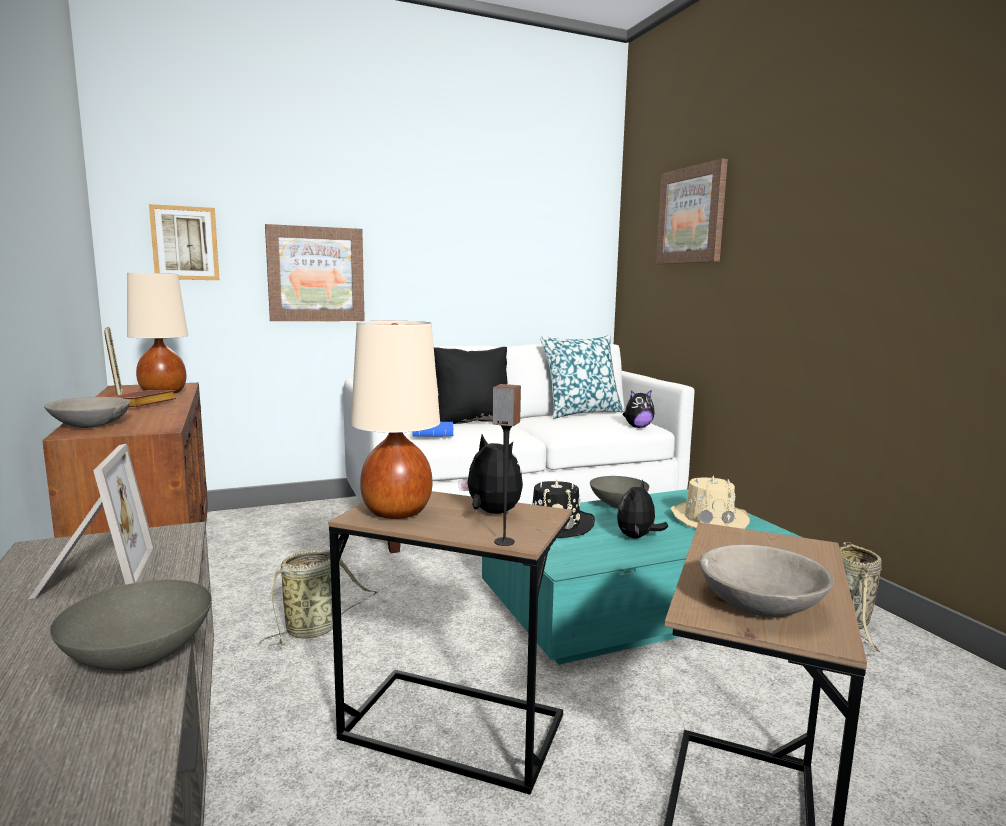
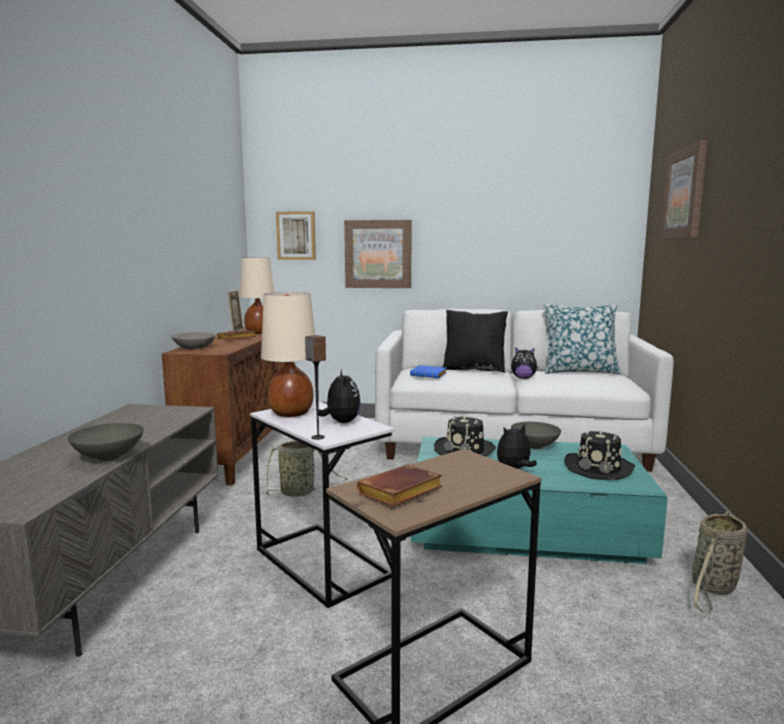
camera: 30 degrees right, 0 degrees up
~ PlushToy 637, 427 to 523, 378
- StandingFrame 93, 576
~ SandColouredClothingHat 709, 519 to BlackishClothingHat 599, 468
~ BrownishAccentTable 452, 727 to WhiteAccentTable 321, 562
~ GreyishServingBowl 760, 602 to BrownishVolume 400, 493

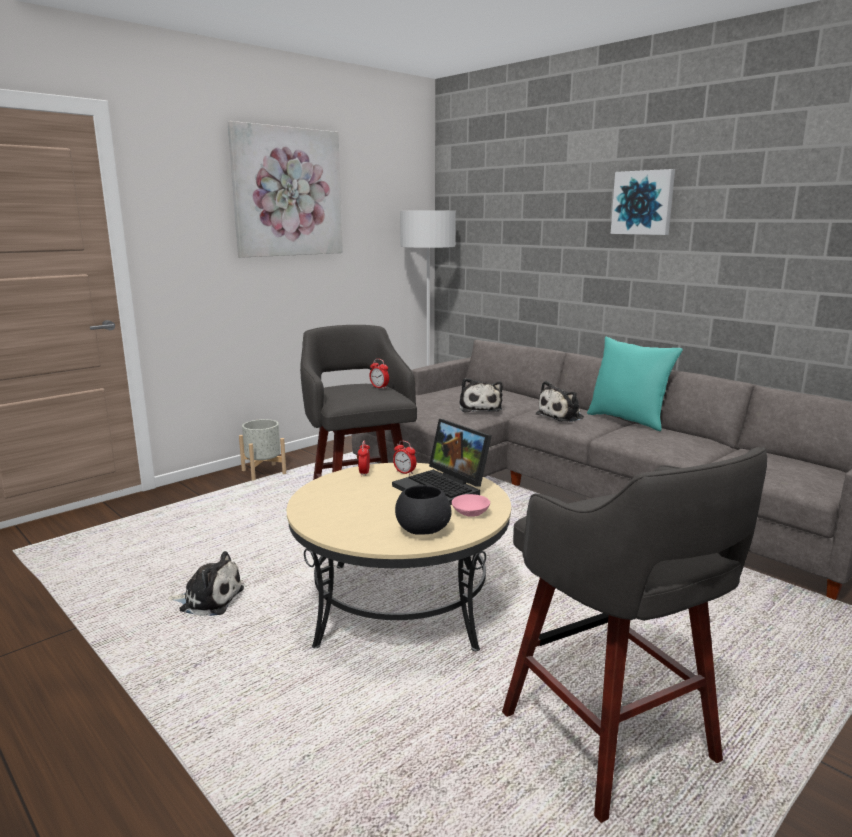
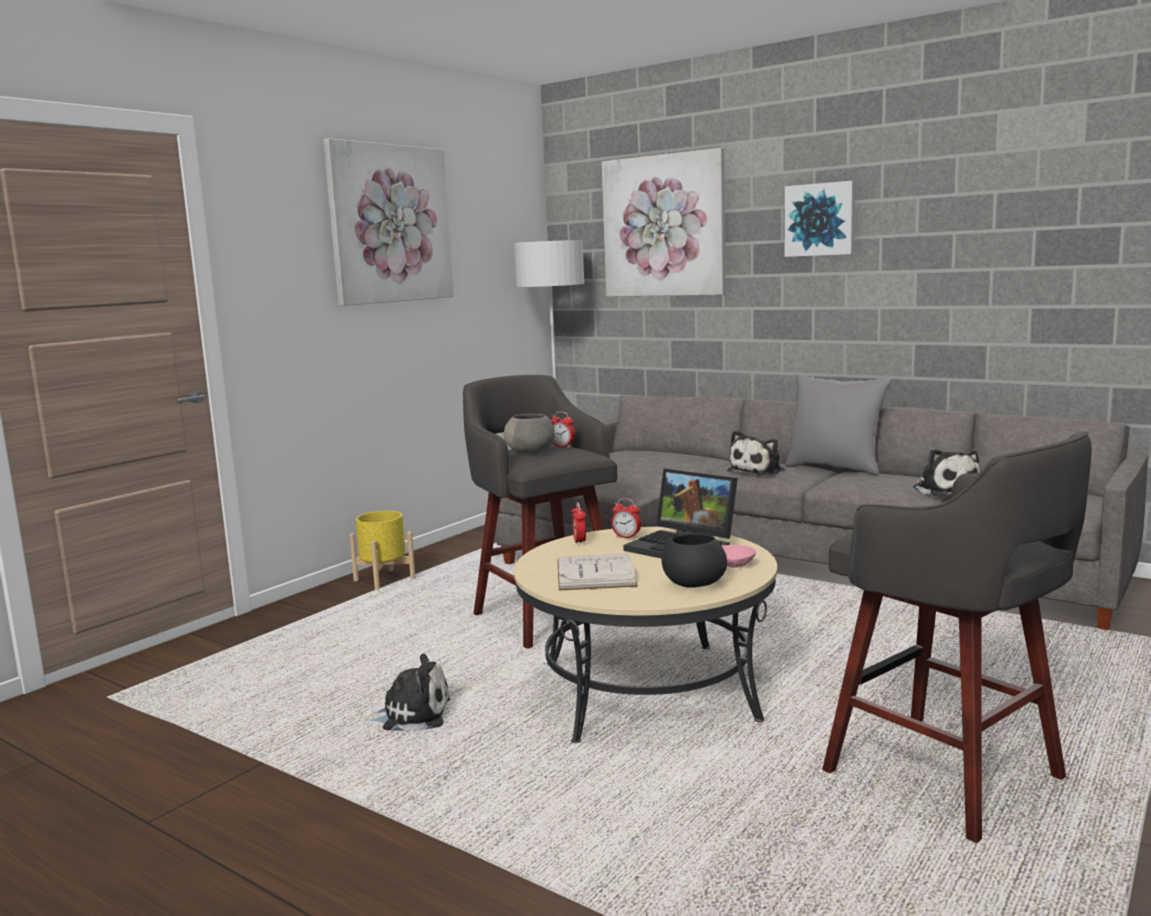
camera: 10 degrees left, 5 degrees down
~ BlueGreenCushion 628, 420 to GreyishCushion 835, 468
~ PlushToy 480, 408 to 944, 490
~ GreyishFlowerPot 263, 472 to YellowFlowerPot 384, 580
+ Picture 664, 226
+ GreyishServingBowl 531, 452
+ WhiteVolume 595, 573

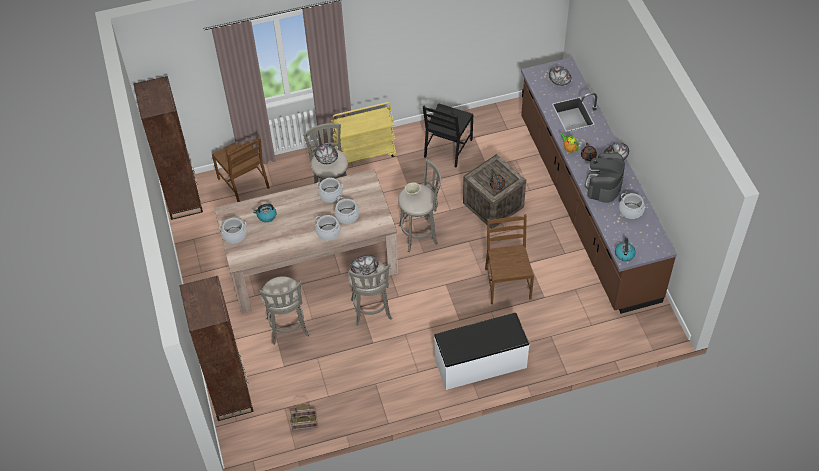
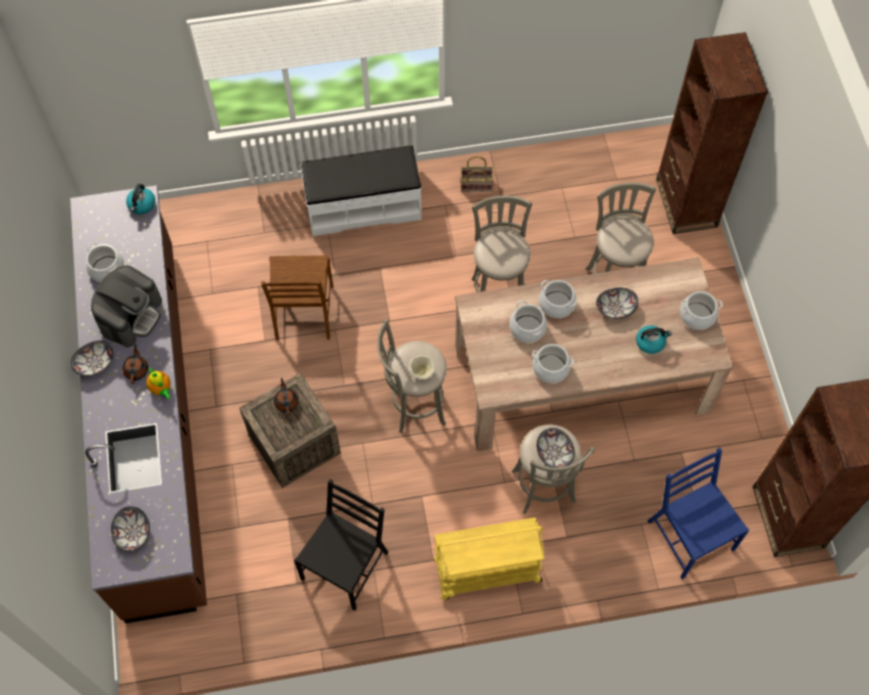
camera: 175 degrees left, 10 degrees up
~ BrownishChair 244, 183 to BluishChair 689, 535
~ ServingBowl 364, 270 to 615, 308
~ HouseholdBasket 304, 423 to 477, 184

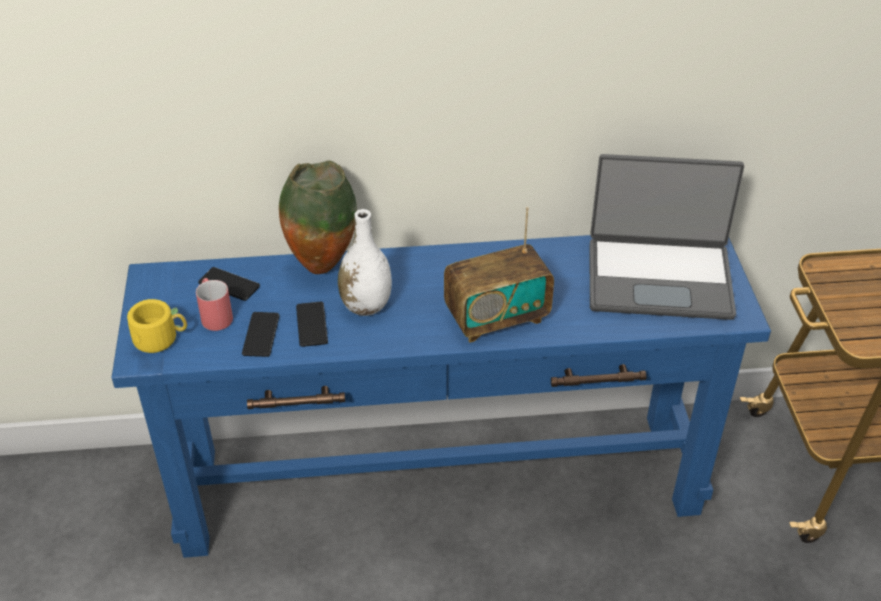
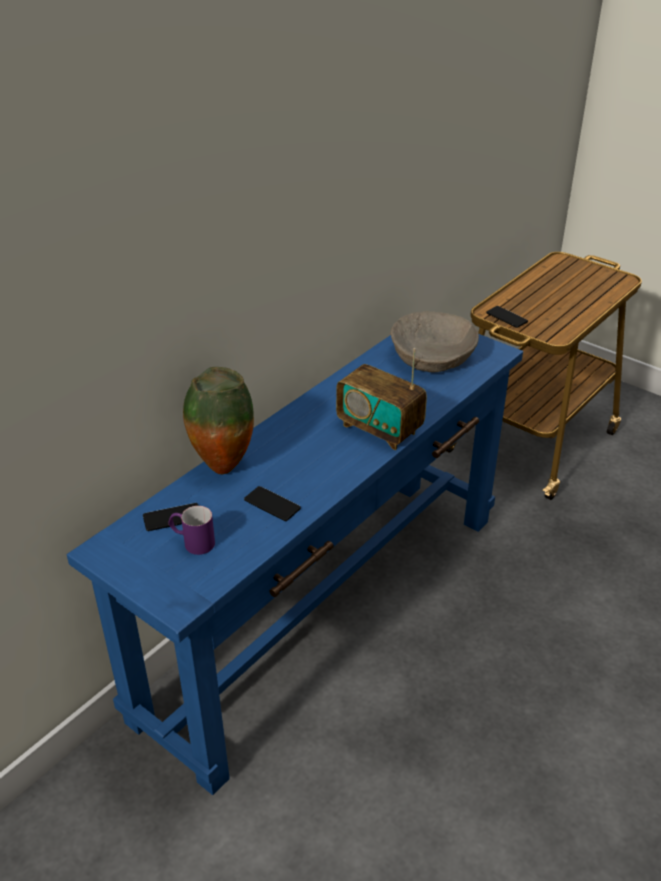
camera: 45 degrees left, 5 degrees down
~ NotebookComputer 659, 278 to SandColouredServingBowl 432, 356
~ RadioSet 496, 318 = 379, 429 105 degrees clockwise
- WhiteDecorativeVase 366, 306
~ RedColouredCoffeeMug 215, 314 to PurpleCoffeeMug 192, 542
- YellowCoffeeMug 161, 337
~ Phone 261, 335 to 506, 317

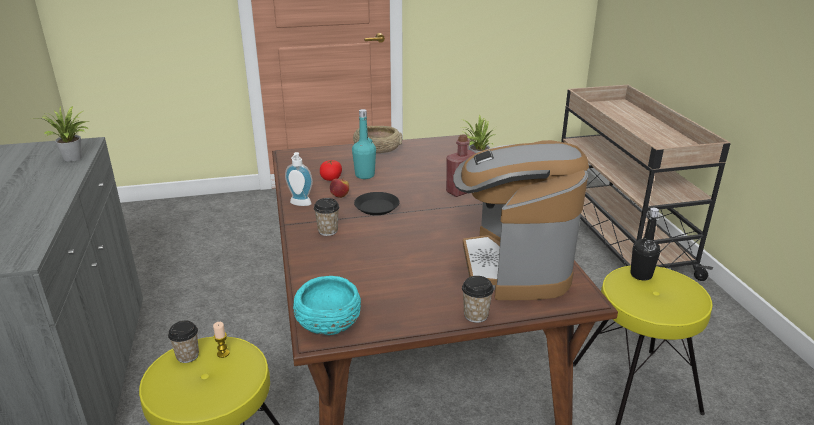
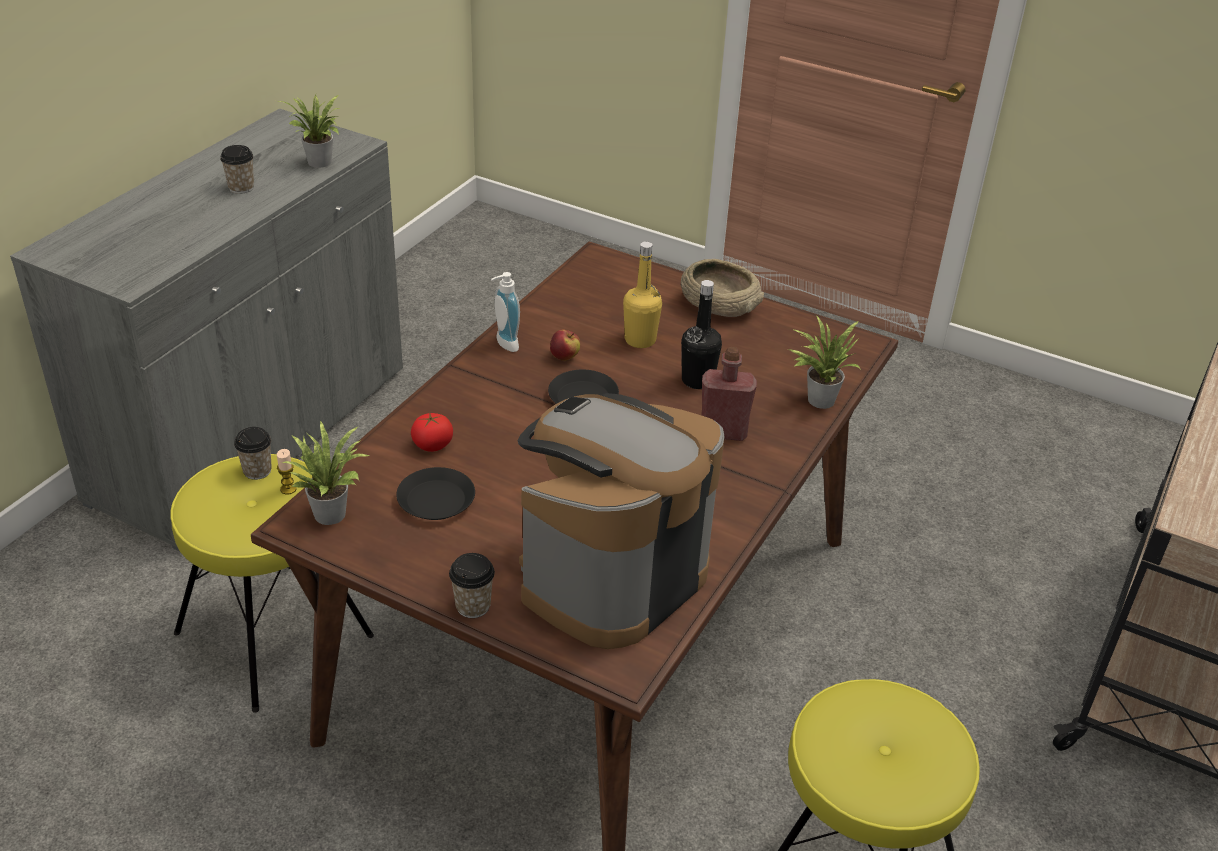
camera: 40 degrees right, 10 degrees up
~ BlueGreenDrinkBottle 365, 175 to YellowDrinkBottle 640, 340
~ Tomato 331, 178 to 432, 445
~ SmallCup 328, 231 to 241, 188
~ BlackishDrinkBottle 641, 275 to 697, 380
~ BlueGreenServingBowl 327, 319 to Houseplant 331, 511
+ BlackishPlate 436, 500

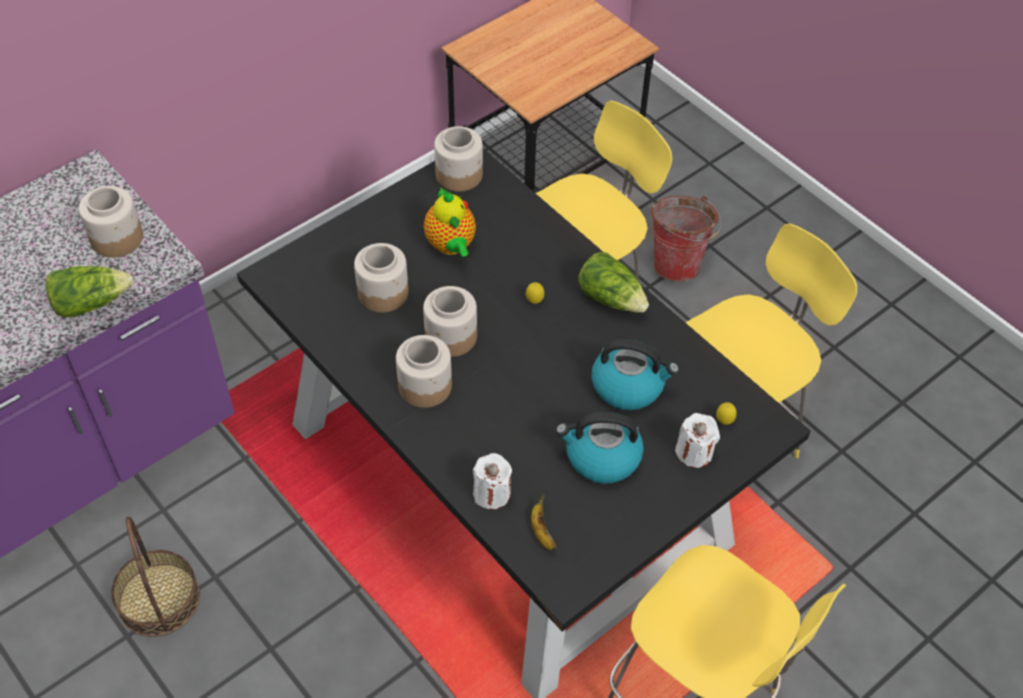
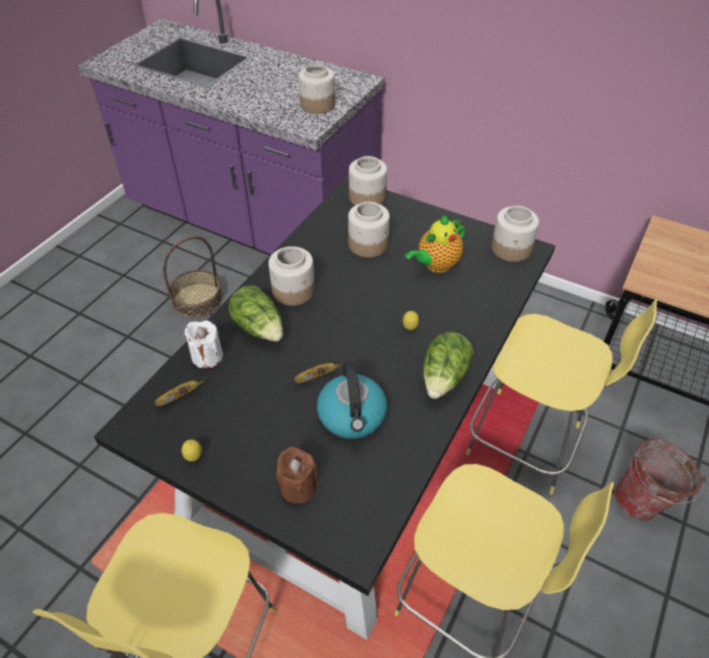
camera: 70 degrees right, 5 degrees down
~ LettuceHead 91, 303 to 260, 328
~ Jar 451, 337 to 367, 197
~ Lemon 724, 421 to 194, 458
- TeaKettle 601, 457
~ WhiteCandle 694, 452 to BrownishCandle 298, 487
+ BananaFruit 316, 377

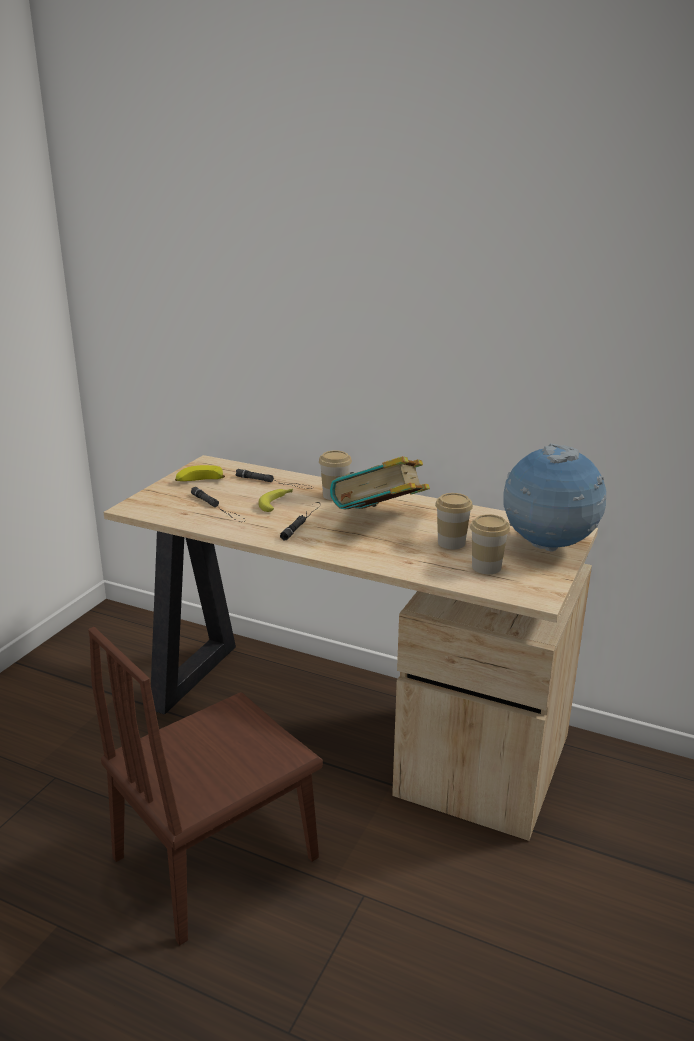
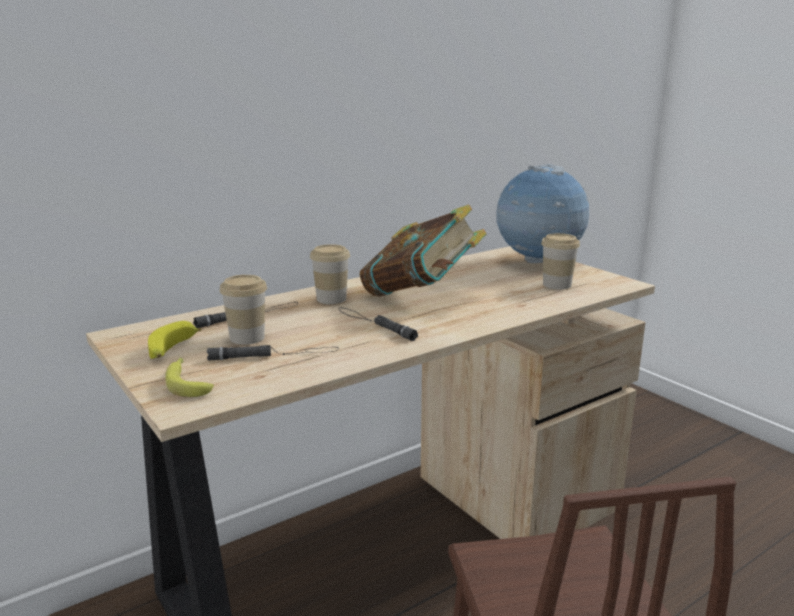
camera: 60 degrees left, 5 degrees down
~ BananaFruit 277, 503 to 187, 382
~ SmallCup 451, 543 to 247, 337

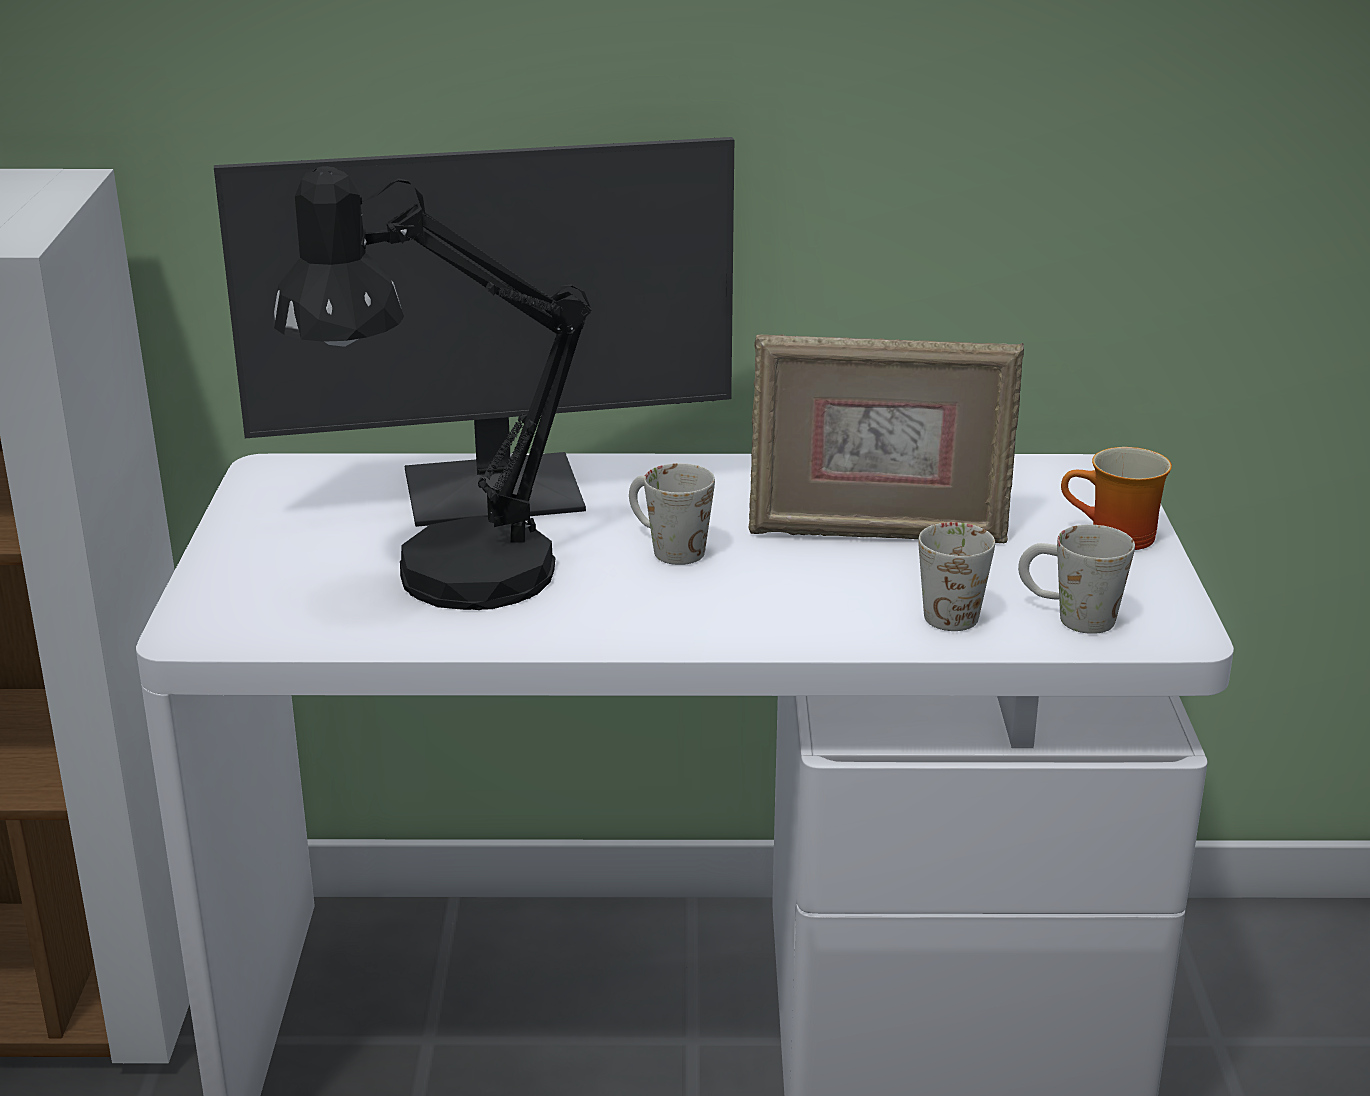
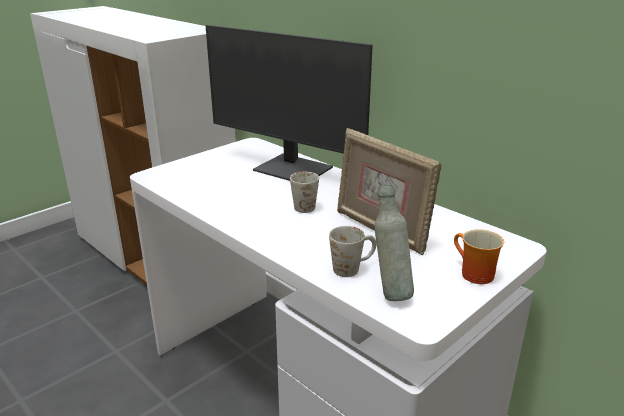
camera: 45 degrees right, 0 degrees up
- BlackishTabletopLamp 443, 580
~ WhiteCoffeeMug 1068, 617 to GreyishDrinkBottle 390, 292

